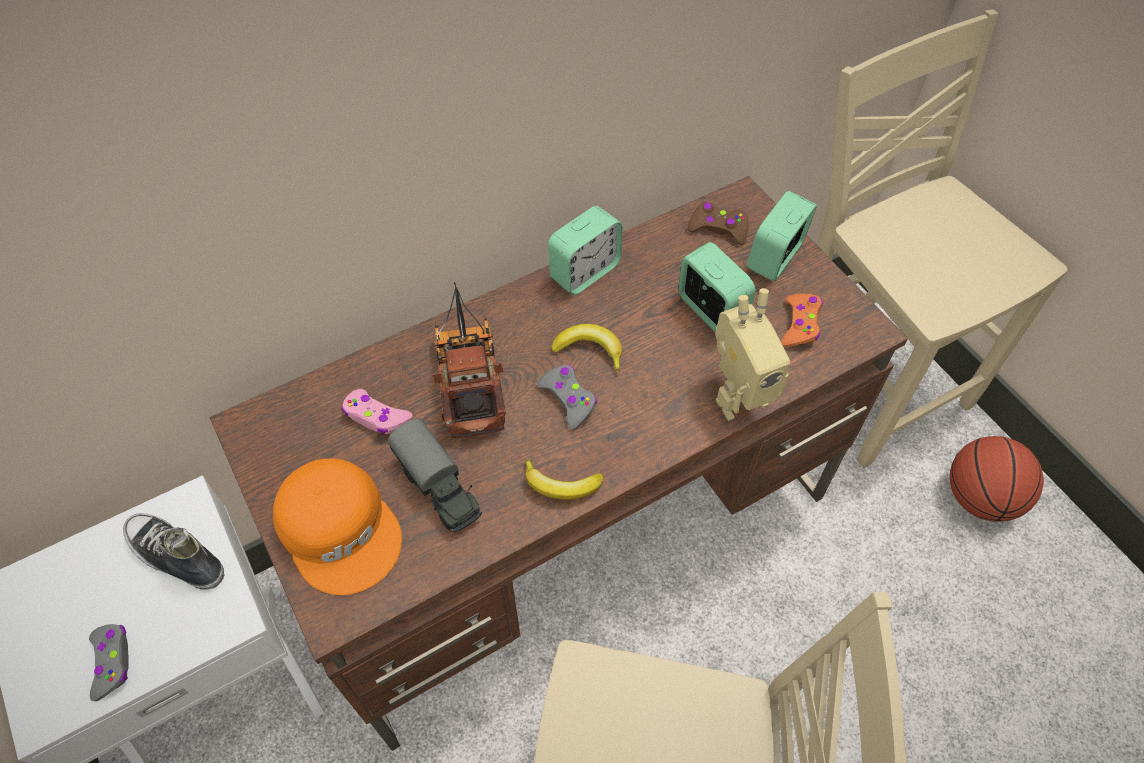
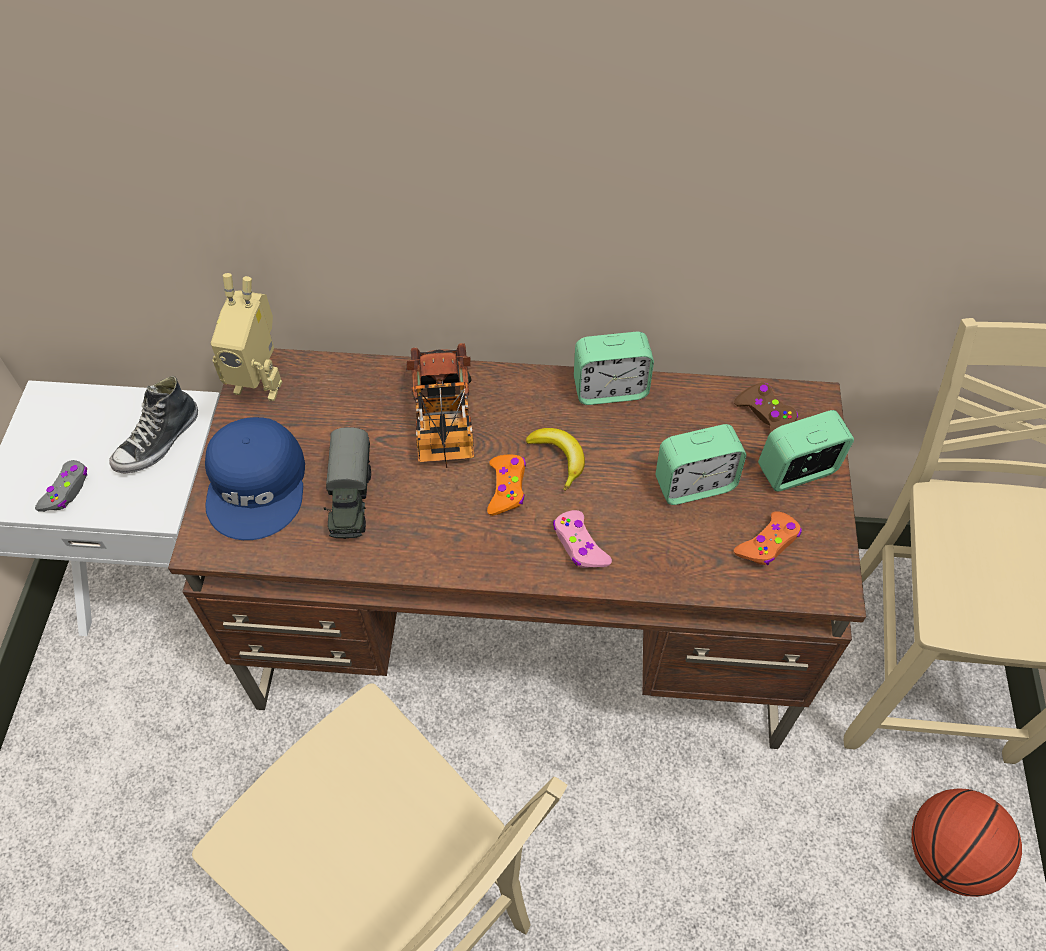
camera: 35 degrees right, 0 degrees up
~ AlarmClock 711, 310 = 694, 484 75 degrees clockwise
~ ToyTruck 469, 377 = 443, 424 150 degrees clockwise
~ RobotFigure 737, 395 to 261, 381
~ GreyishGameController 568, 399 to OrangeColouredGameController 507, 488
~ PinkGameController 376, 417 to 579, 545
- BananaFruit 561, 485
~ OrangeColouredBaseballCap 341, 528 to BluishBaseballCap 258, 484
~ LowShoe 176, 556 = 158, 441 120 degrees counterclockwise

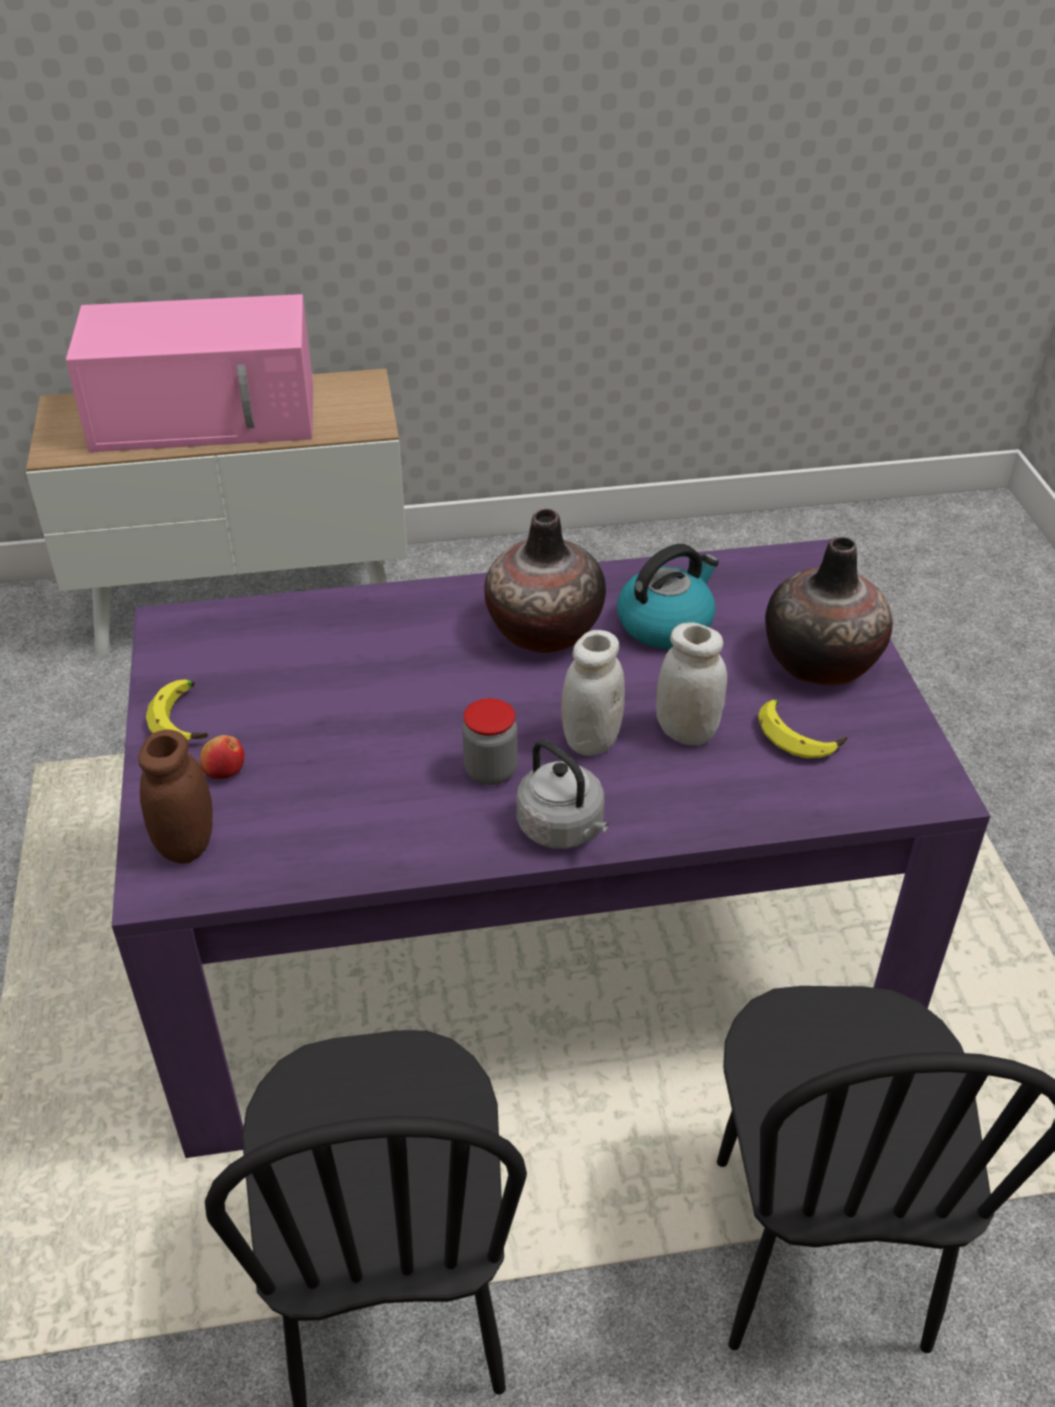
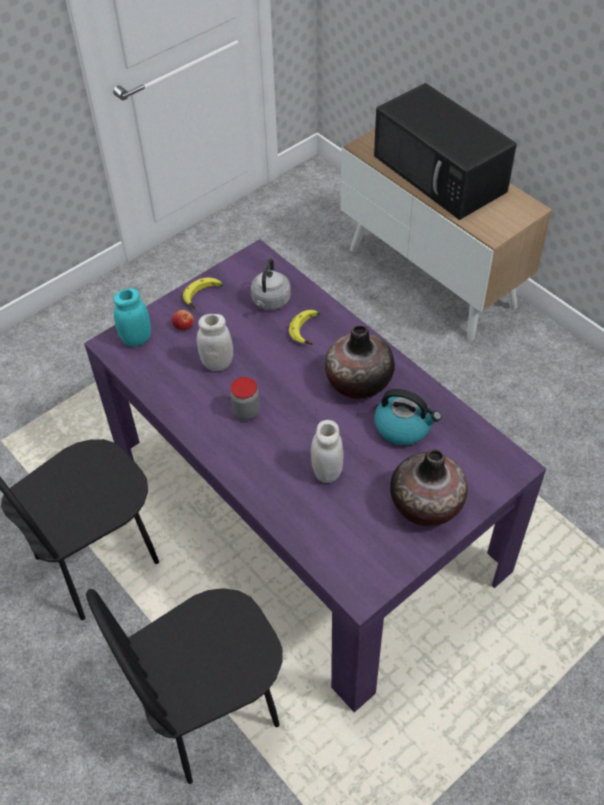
camera: 60 degrees right, 10 degrees up
~ PinkMicrowave 208, 415 to BlackishMicrowave 441, 174
~ WhiteJar 591, 740 to 217, 363
~ BananaFruit 799, 735 to 308, 330
~ BrownishJar 186, 844 to BlueGreenJar 136, 339
~ GreyishTeaKettle 563, 829 to 270, 301

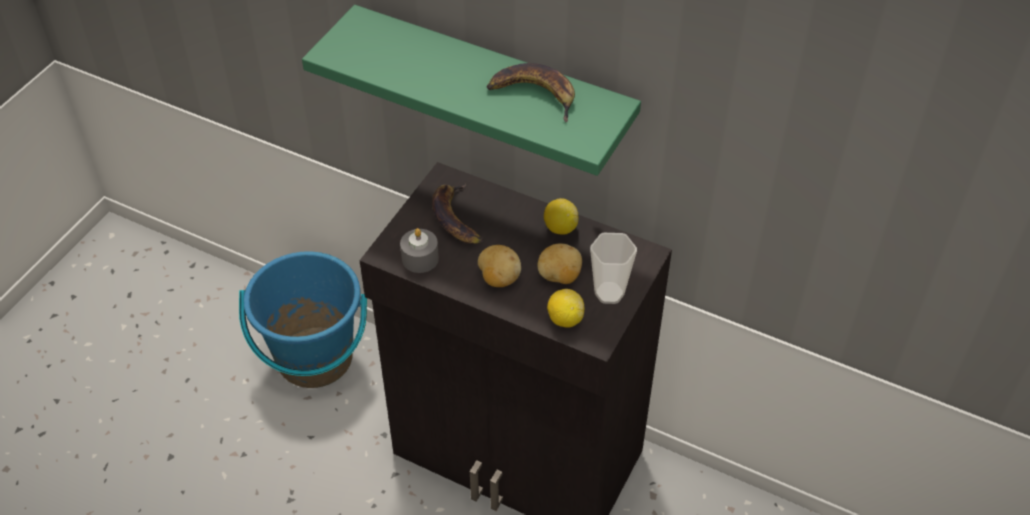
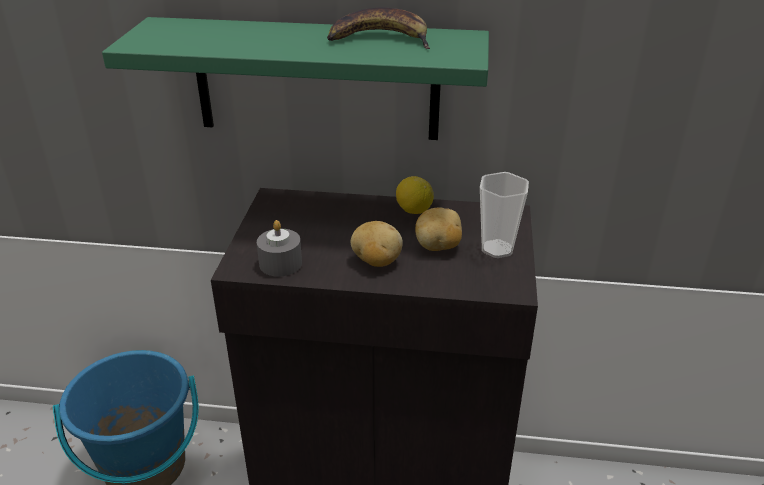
camera: 20 degrees left, 15 degrees down
- BananaFruit 456, 218
- Lemon 565, 319

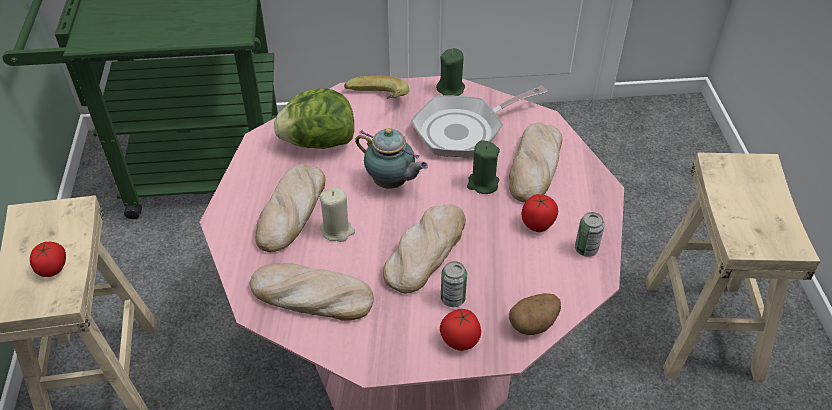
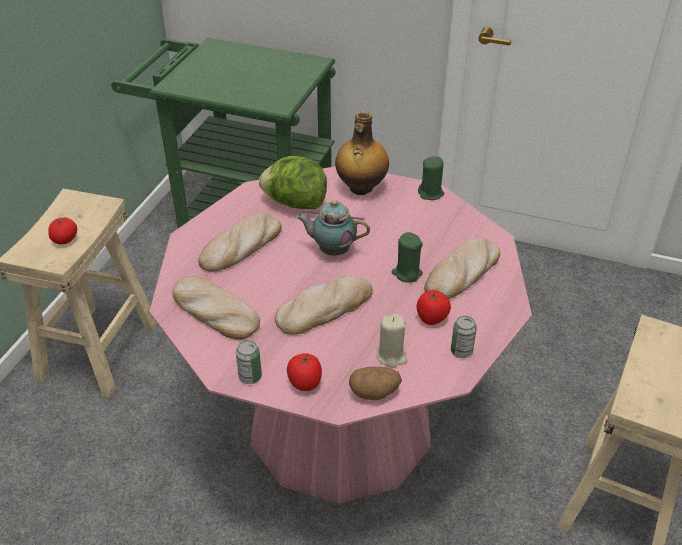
camera: 25 degrees right, 5 degrees down
~ BananaFruit 376, 104 to DrinkBottle 361, 188
- Skillet 464, 130
~ Teapot 392, 183 = 332, 250 135 degrees clockwise
~ SandColouredCandle 337, 230 to 391, 356
~ Can 453, 299 to 250, 377

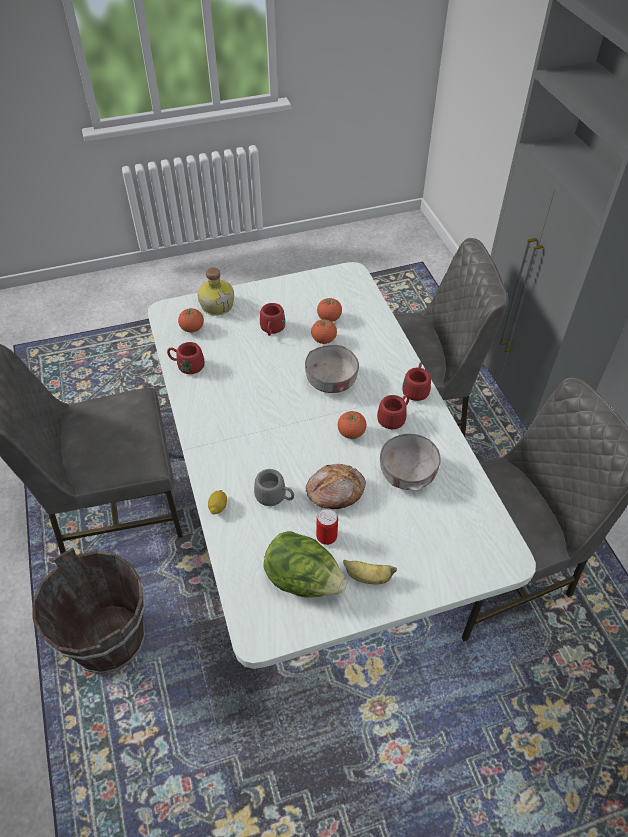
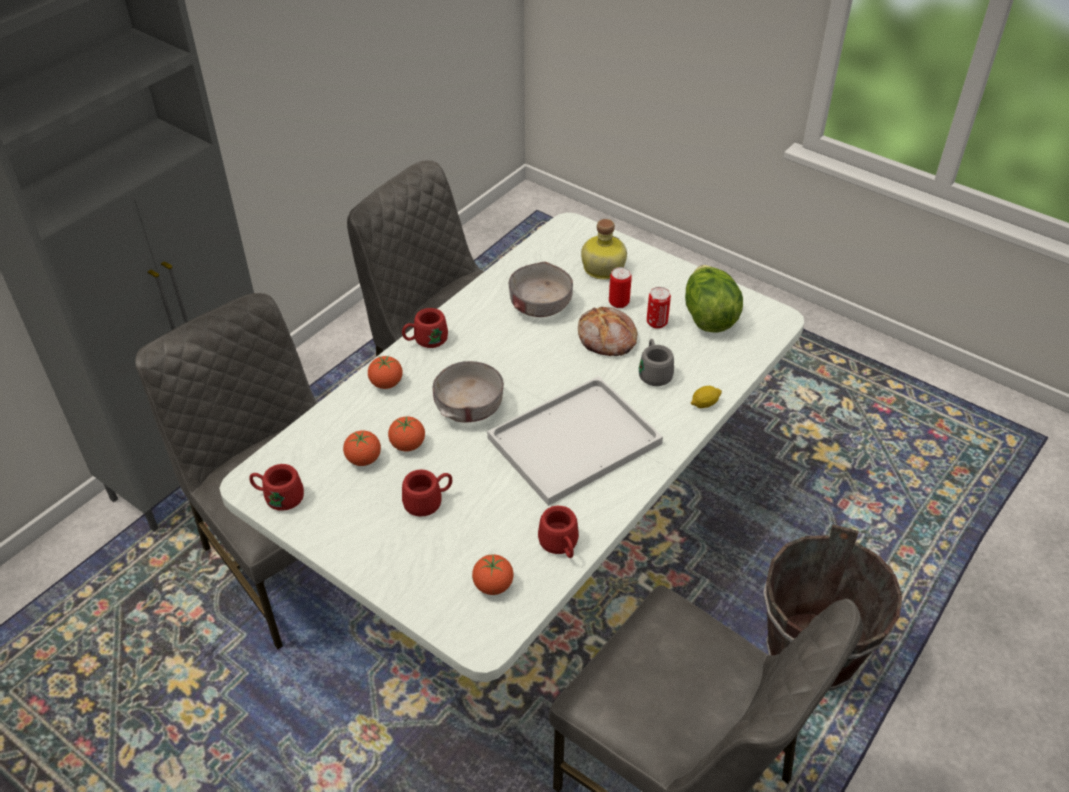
camera: 125 degrees left, 5 degrees down
~ DrinkBottle 217, 305 to 601, 268
~ RedColouredCoffeeMug 394, 417 to 278, 497
~ Tomato 351, 433 to 386, 383
- BananaFruit 367, 577
+ Can 618, 303
+ WhiteCarryingTray 573, 443

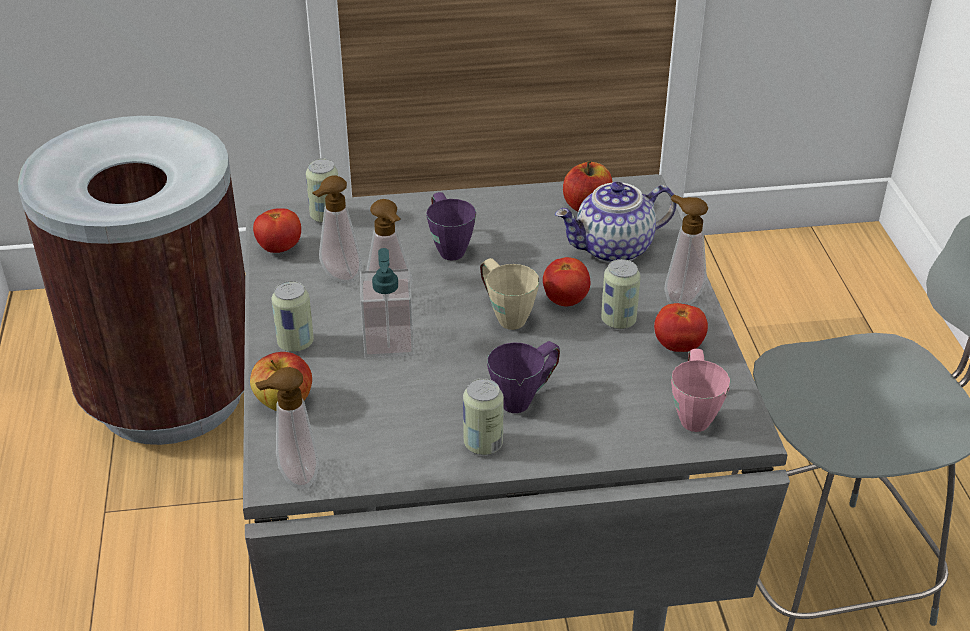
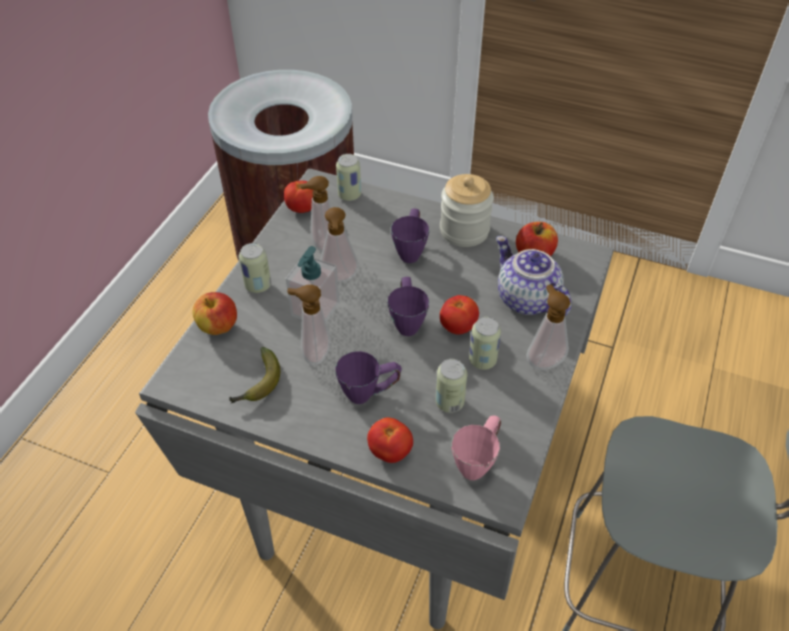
camera: 30 degrees right, 10 degrees up
~ Teapot 614, 250 = 525, 299 45 degrees clockwise
~ SandColouredCoffeeMug 505, 315 to PurpleCoffeeMug 407, 321
~ Tomato 678, 346 to 390, 451
~ SoapBottle 295, 478 to 313, 354
~ Can 483, 444 to 449, 402
+ Jar 464, 231
+ BananaFruit 258, 384

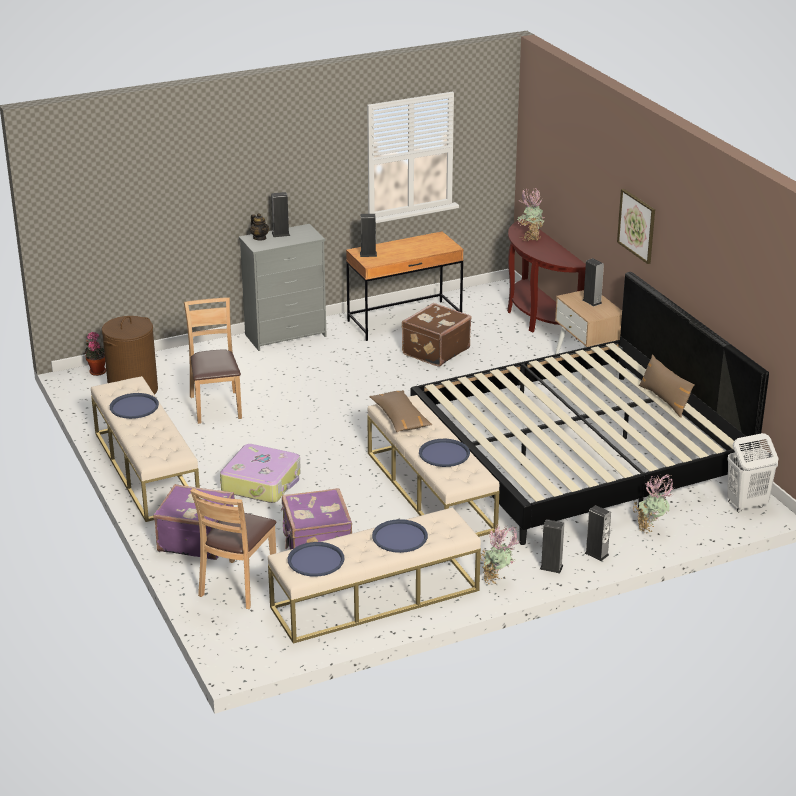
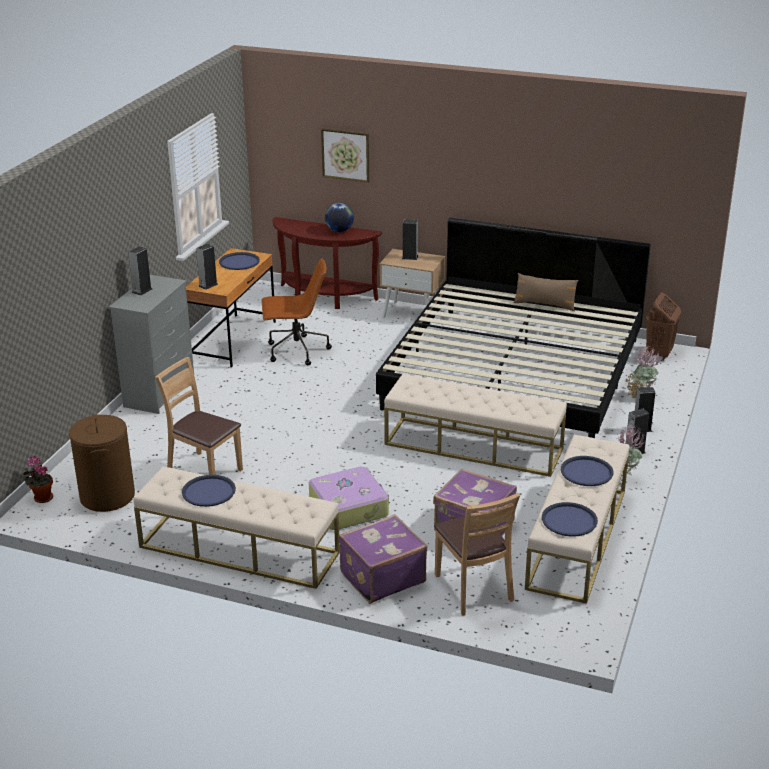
camera: 45 degrees left, 0 degrees up
- Houseplant 530, 238
~ Picture 637, 225 to 345, 155
- Teapot 260, 238
~ BrownishSuitcase 434, 351 to BrownishOfficeChair 296, 351
- BrownishCushion 400, 418
~ WhiteLaundryBasket 746, 505 to BrownishLaundryBasket 659, 354
~ BluishCarryingTray 444, 454 to 239, 262
+ DeskGlobe 339, 231

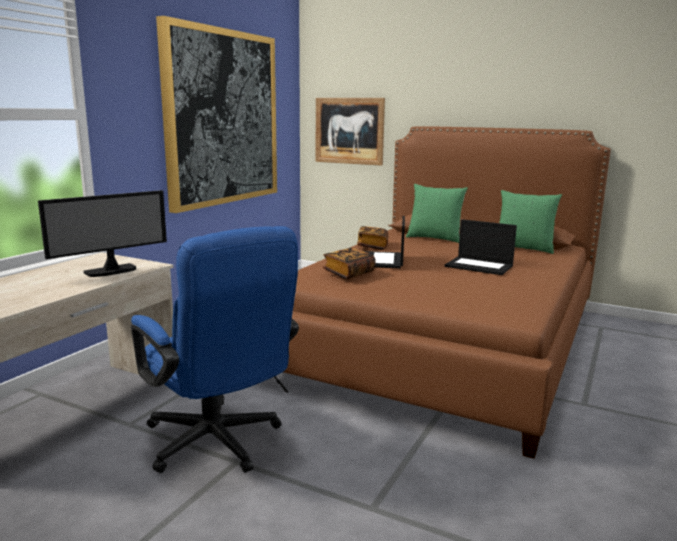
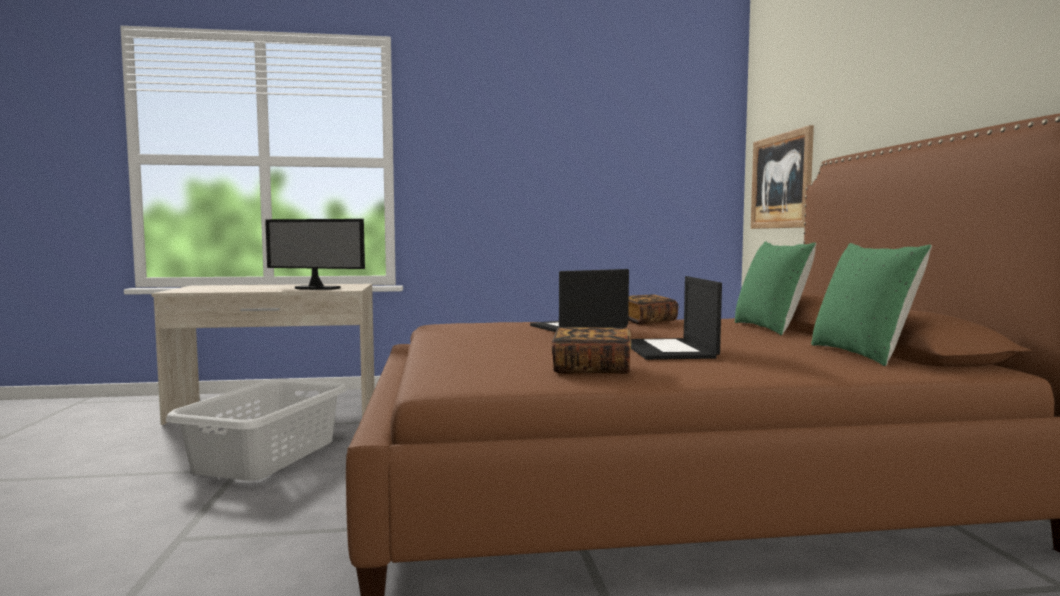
camera: 55 degrees right, 10 degrees down
- Picture 222, 118
~ BluishOfficeChair 218, 445 to GreyishLaundryBasket 265, 456
~ Volume 349, 273 to 592, 369

